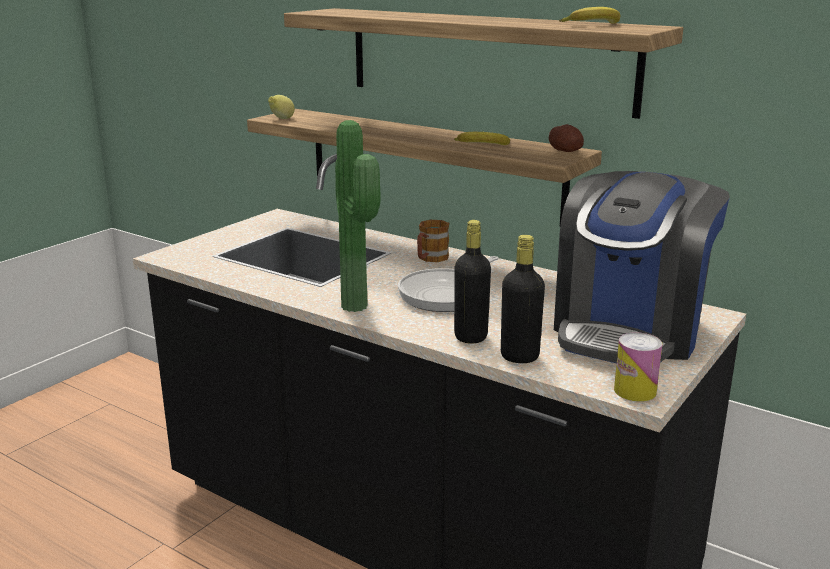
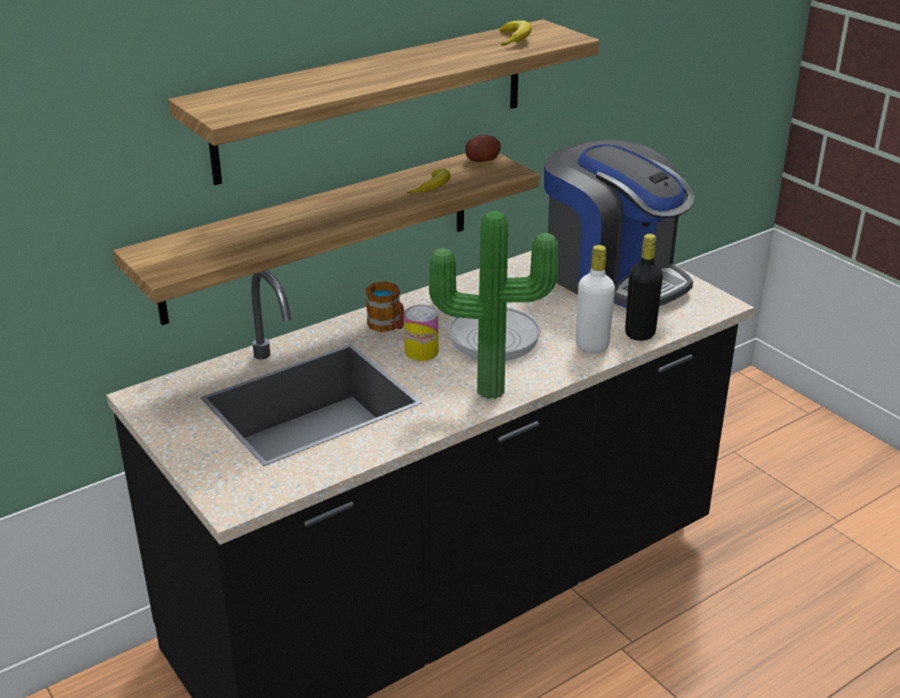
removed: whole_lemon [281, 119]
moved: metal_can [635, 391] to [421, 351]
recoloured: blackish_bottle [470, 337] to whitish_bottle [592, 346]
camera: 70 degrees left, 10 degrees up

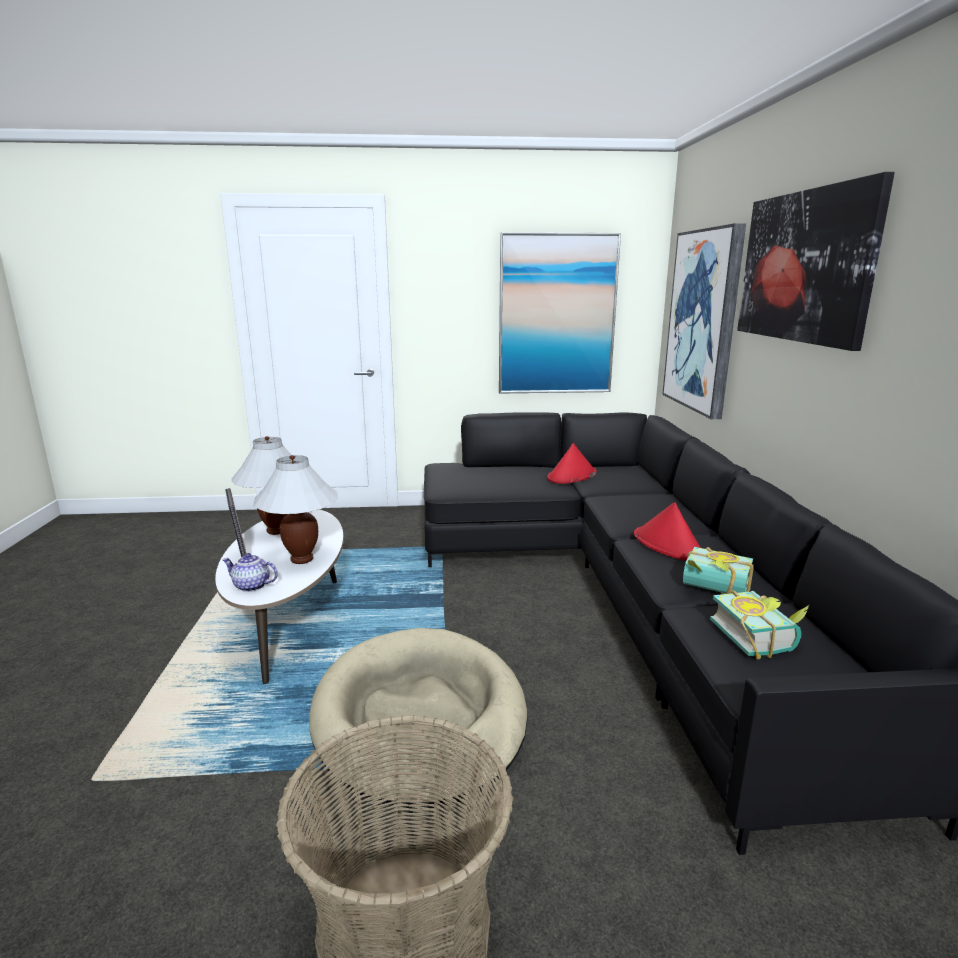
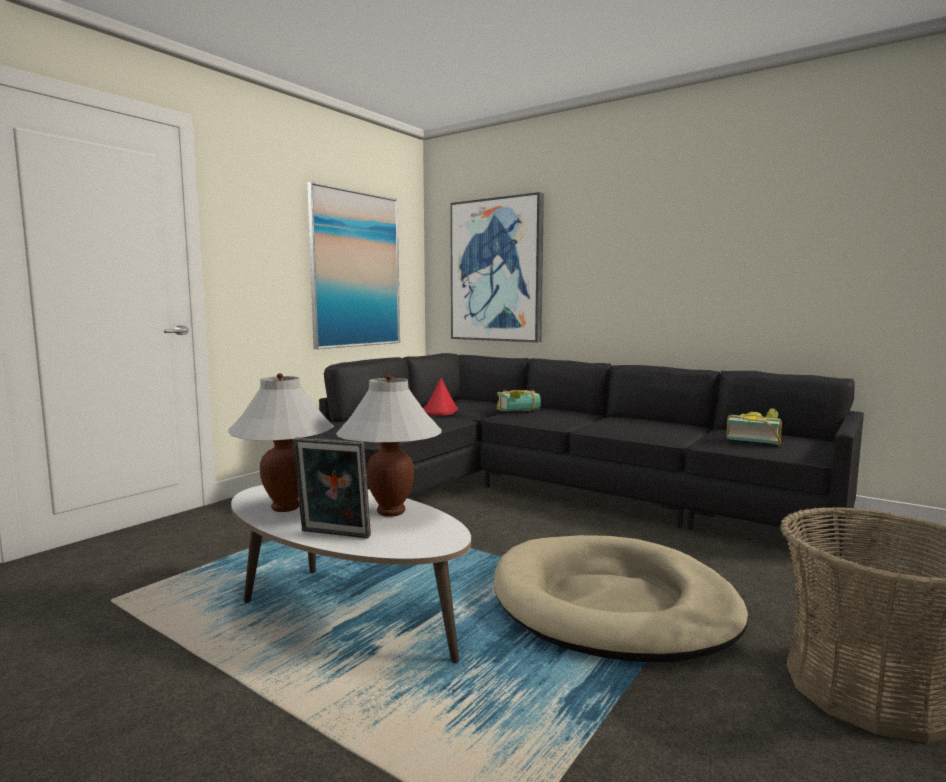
removed: tea_pot [251, 586]; red_clothing_hat [668, 545]; wall_art [804, 267]
moved: volume [714, 589] to [520, 411]
camera: 50 degrees left, 10 degrees down

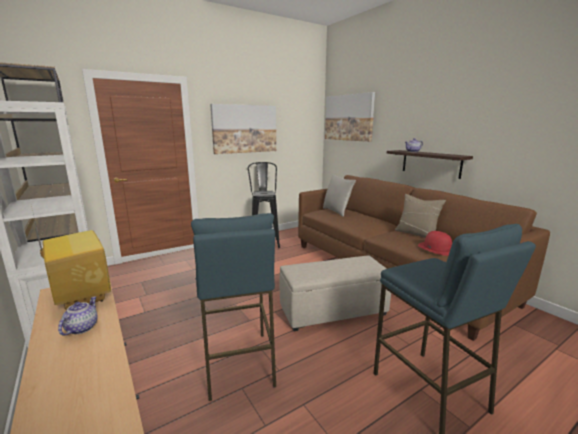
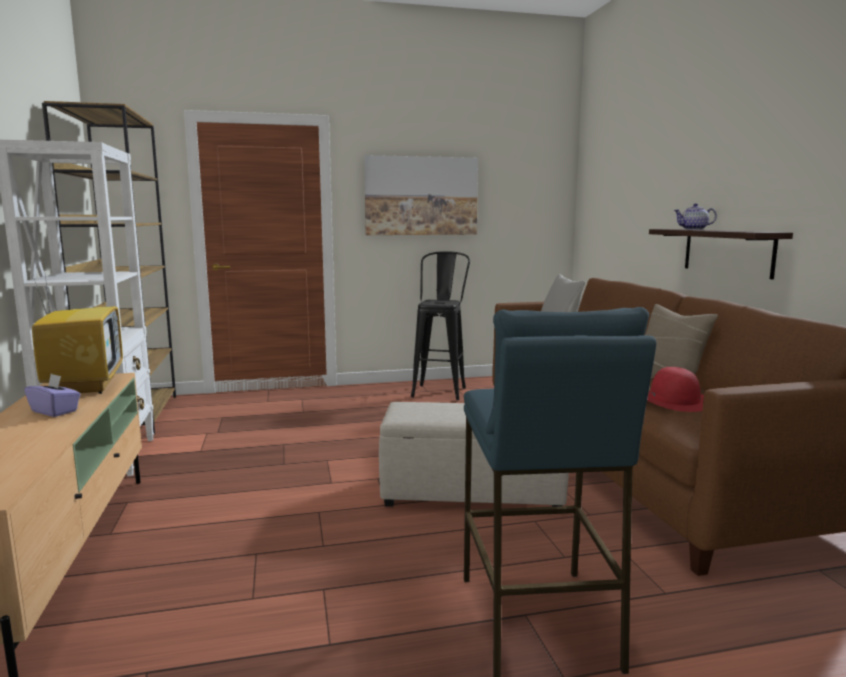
removed: blue_sitting_stool [238, 364]; wall_art [348, 117]
replaced: tea_pot [81, 328] to purplish_tissue_holder [55, 411]
camera: 20 degrees right, 5 degrees down

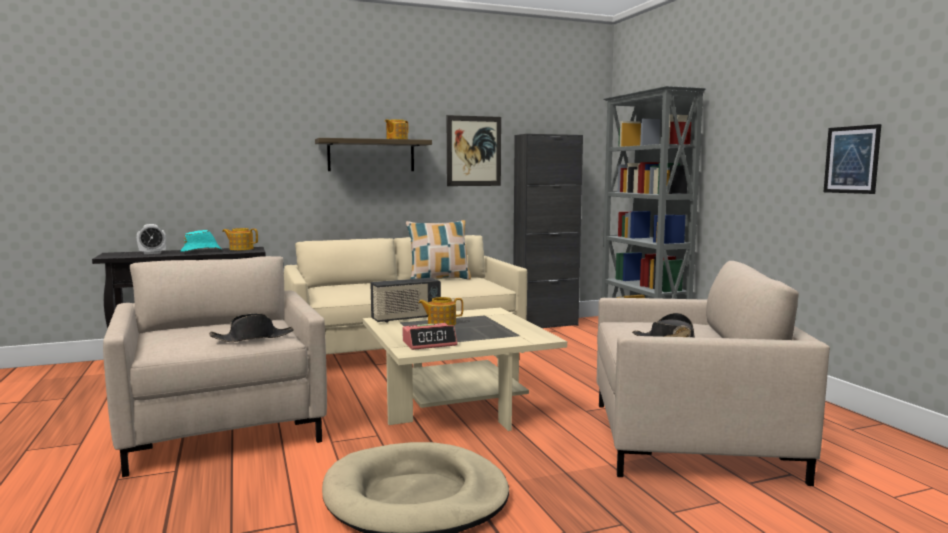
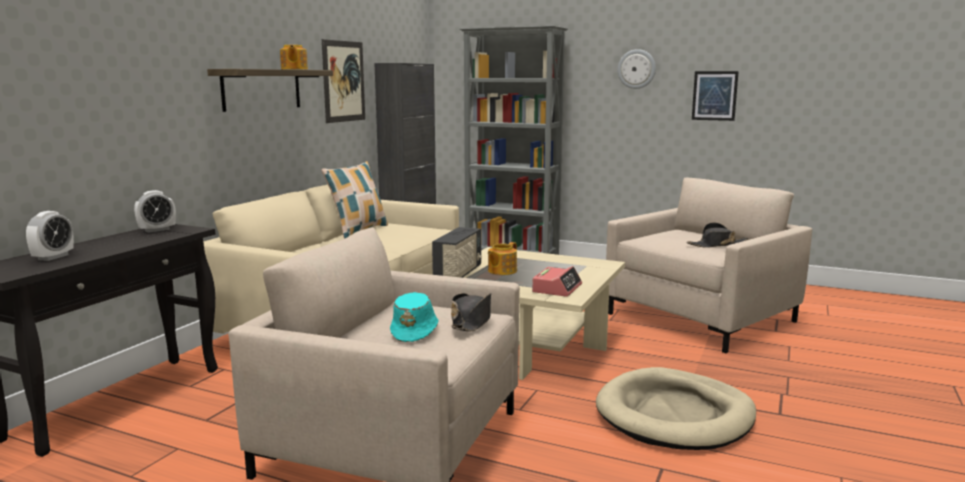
added: hanging_clock [636, 69]
moved: turquoise-coloured_clothing_hat [202, 251] to [415, 331]
replaced: tea_pot [241, 249] to bedside_clock [157, 230]
camera: 45 degrees left, 5 degrees up

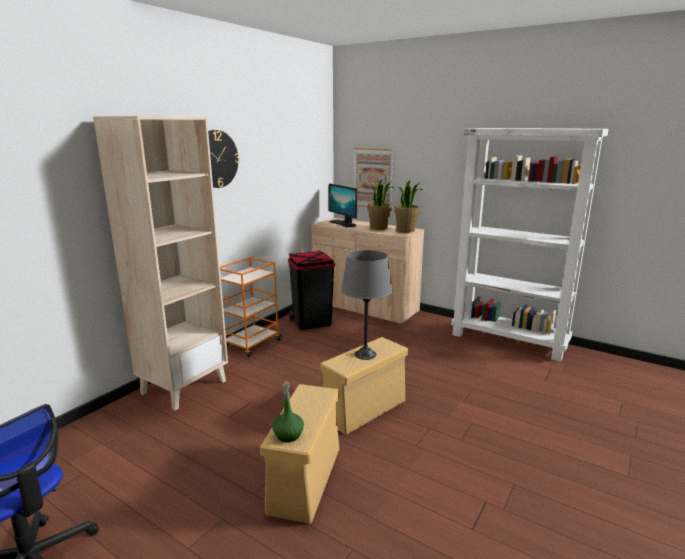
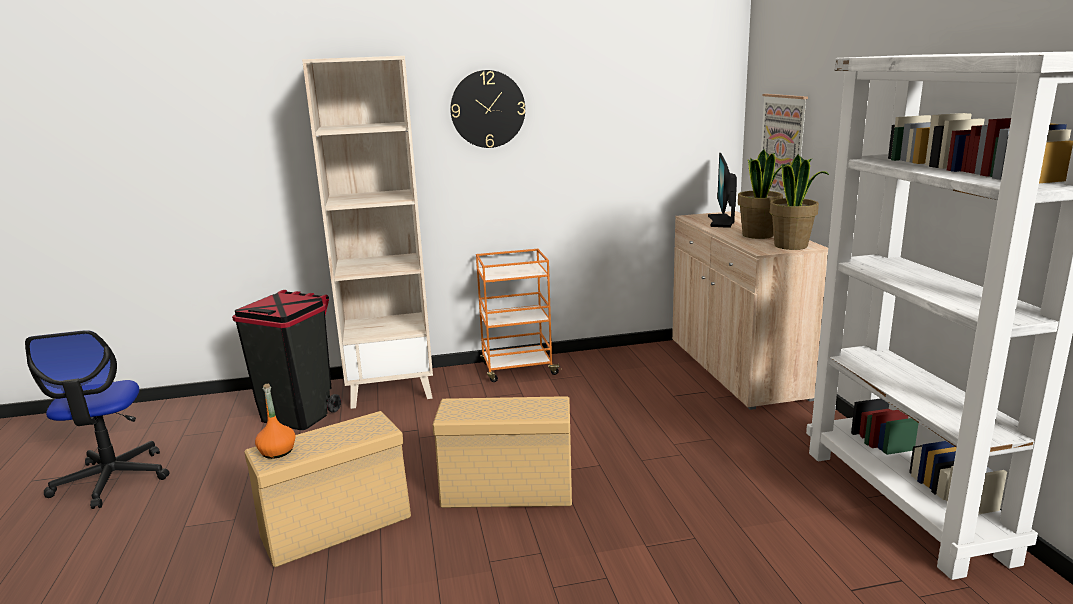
removed: gray_lamp_for_a_table [365, 354]
moved: blackish_waste_bin [312, 322] to [298, 415]
recoloured: green-coloured_bottle [288, 435] to orange_bottle [277, 451]
camera: 45 degrees right, 0 degrees up

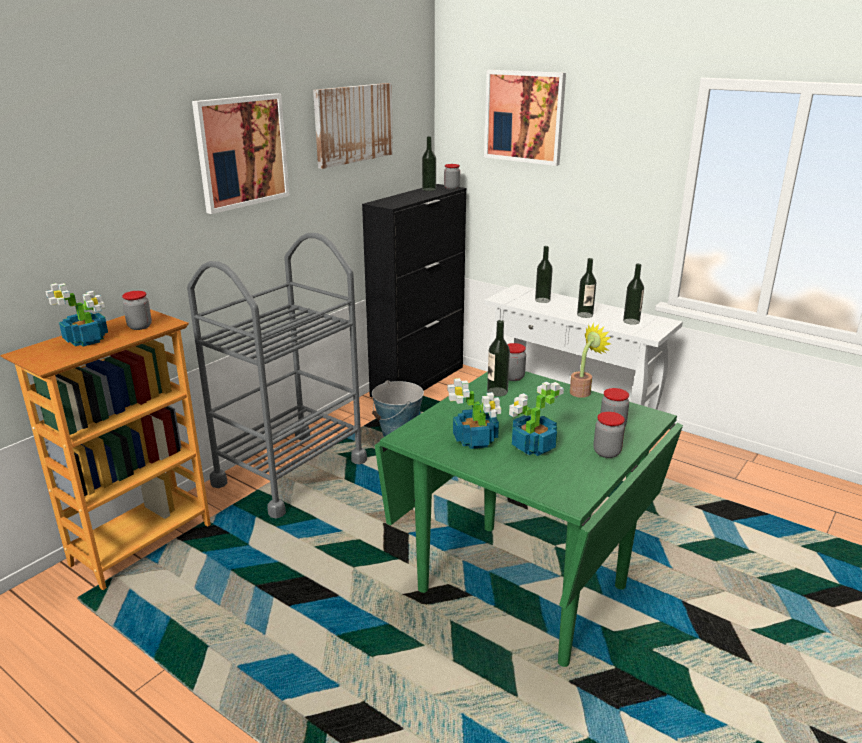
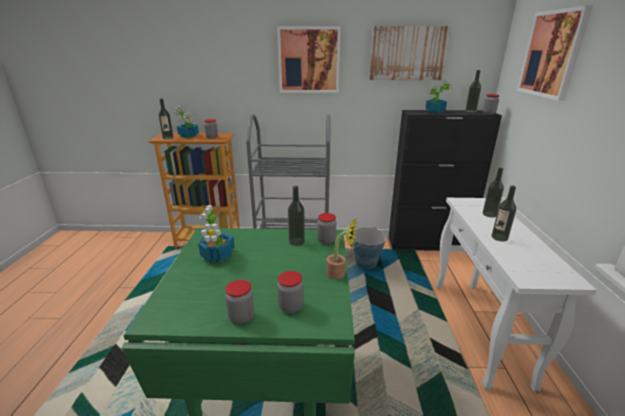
moved: houseplant [532, 446] to [434, 111]; bottle [631, 321] to [168, 138]
camera: 55 degrees right, 0 degrees up

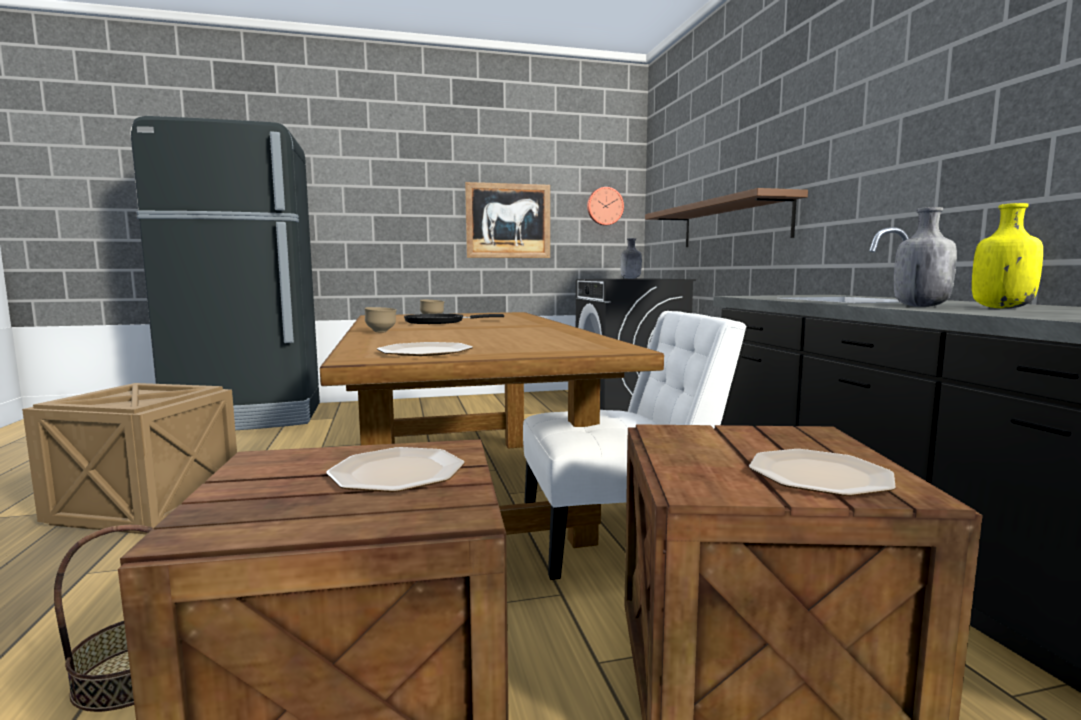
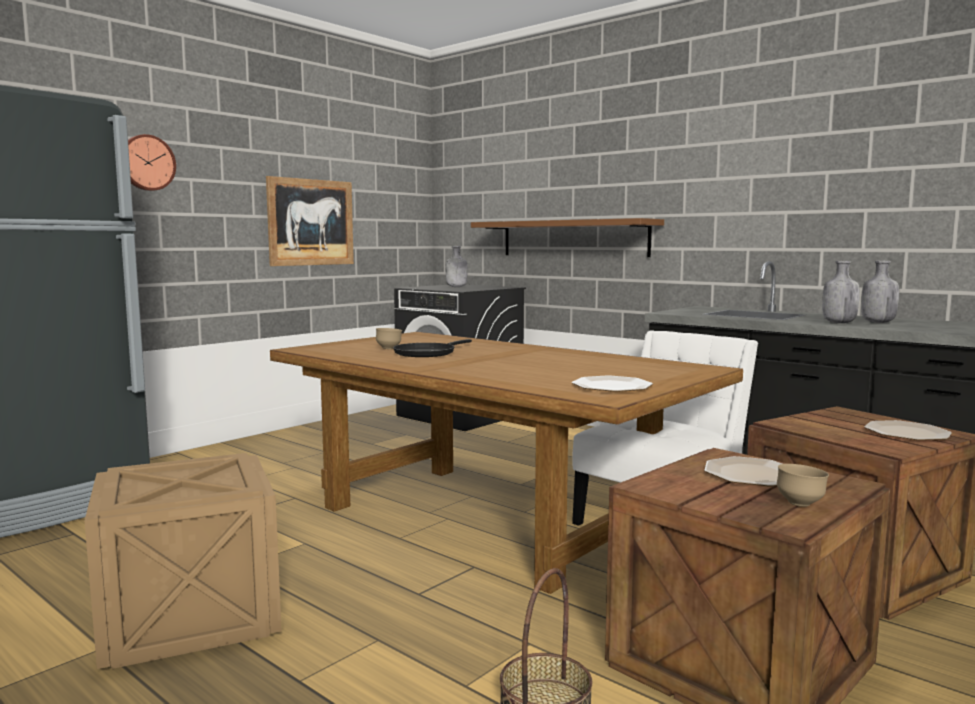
moved: brown_serving_bowl [381, 332] to [800, 504]; hanging_clock [604, 206] to [146, 163]
recoloured: yellow-coloured_bottle [1000, 308] to gray_bottle [877, 322]
camera: 35 degrees left, 0 degrees up

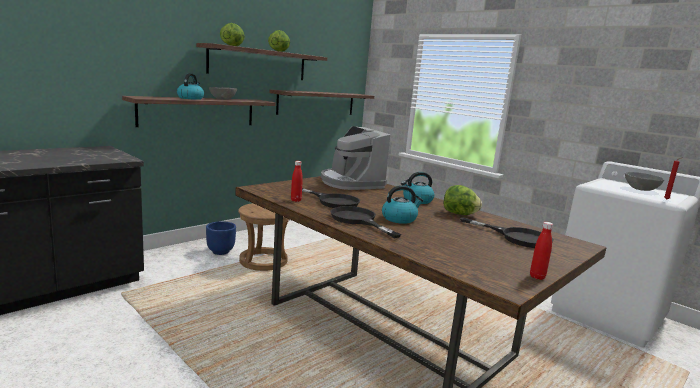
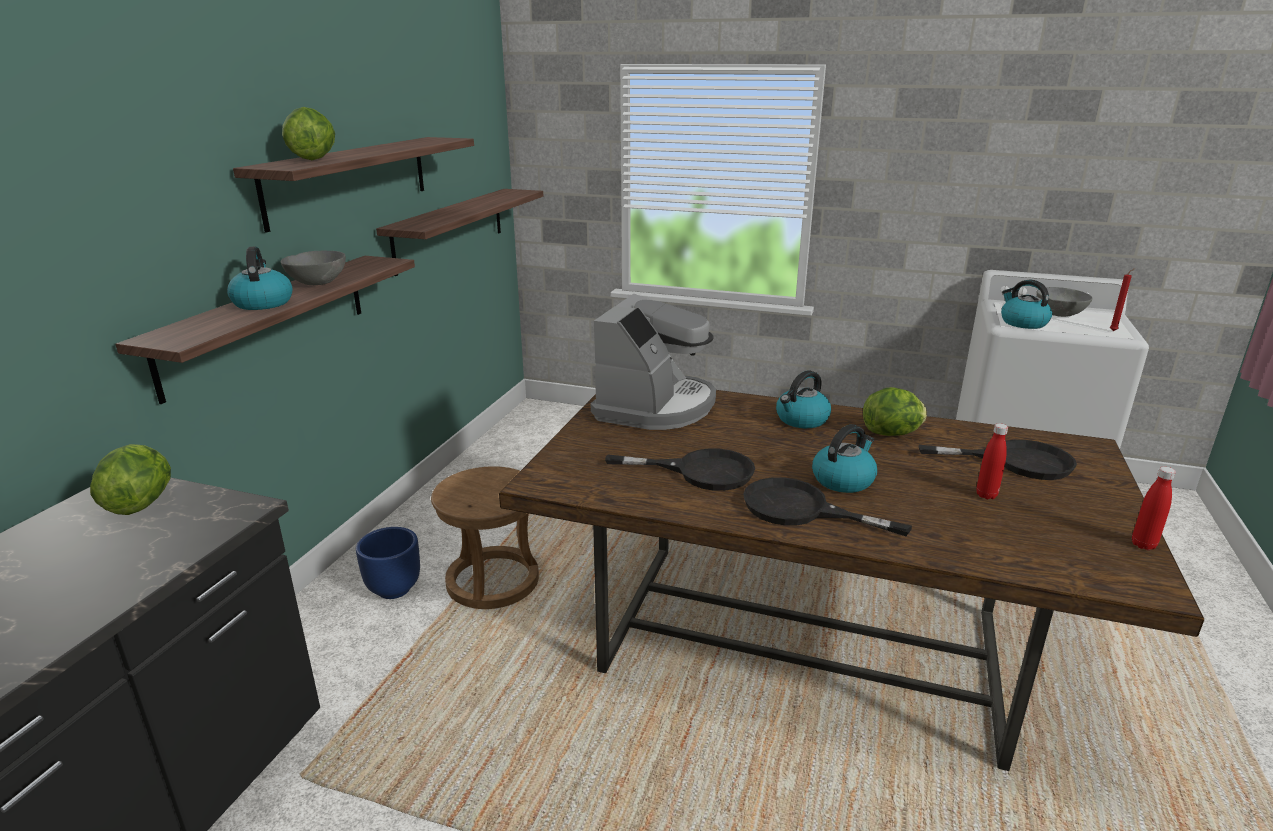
added: tea_kettle [1022, 323]
moved: head_of_lettuce [279, 51] to [141, 503]; red_bottle [296, 200] to [986, 495]
turned: coffee_brewer [351, 182] = [655, 406] 105 degrees counterclockwise
camera: 25 degrees left, 10 degrees up

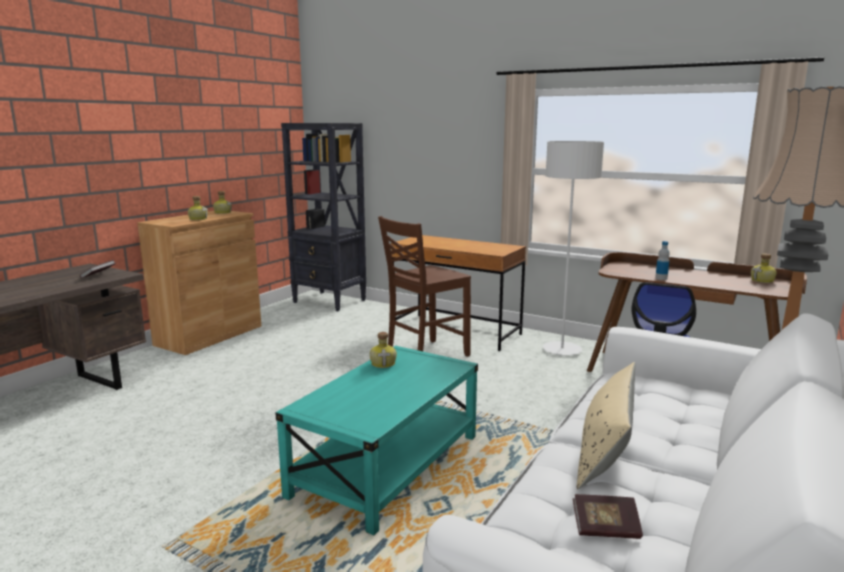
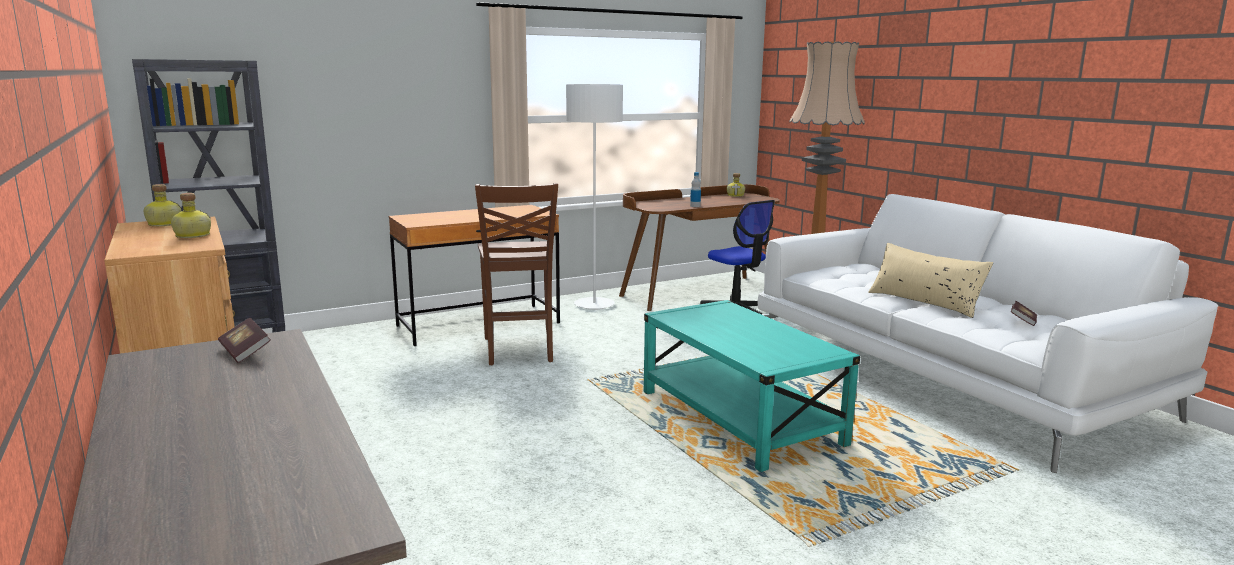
removed: bottle [384, 363]
camera: 60 degrees left, 0 degrees up

